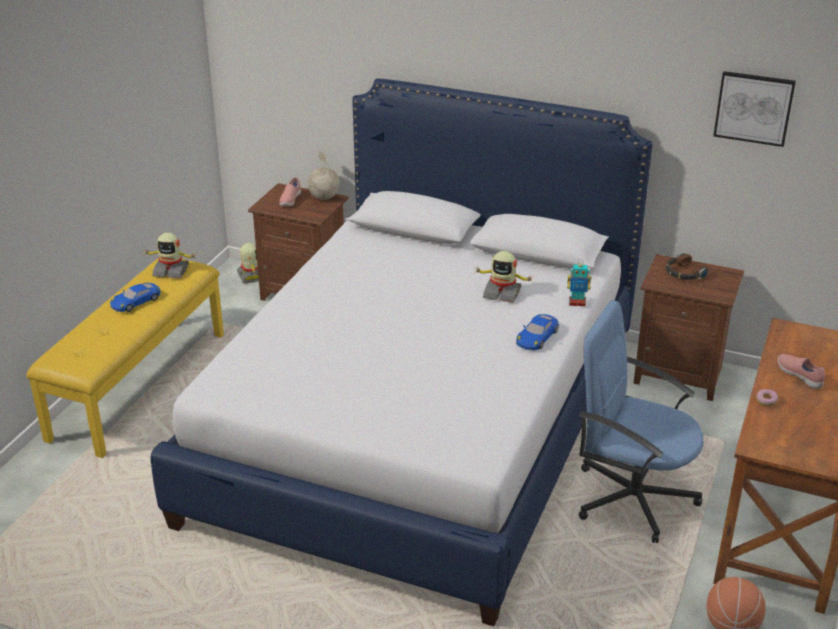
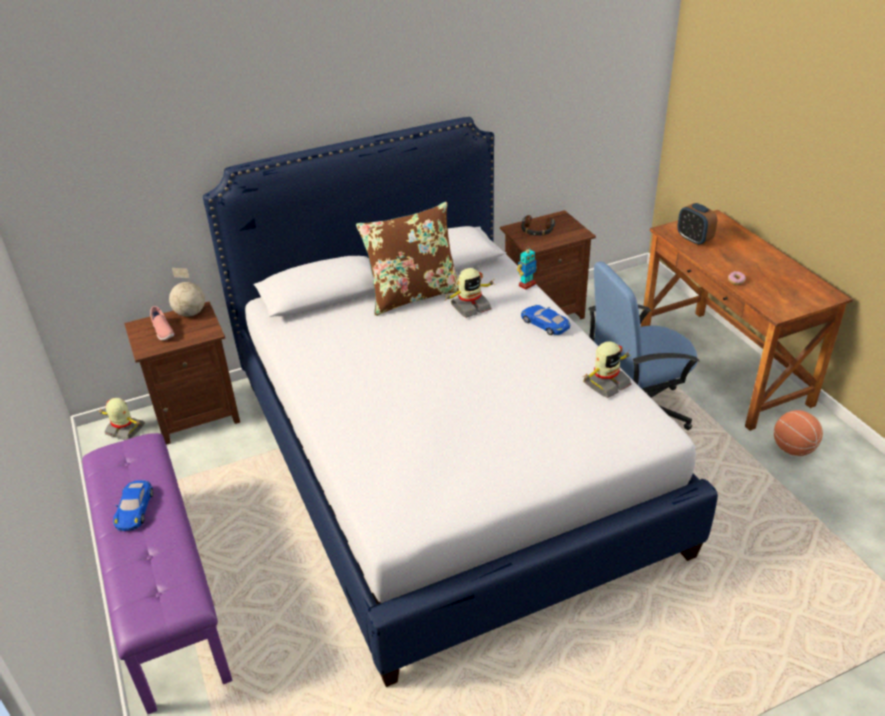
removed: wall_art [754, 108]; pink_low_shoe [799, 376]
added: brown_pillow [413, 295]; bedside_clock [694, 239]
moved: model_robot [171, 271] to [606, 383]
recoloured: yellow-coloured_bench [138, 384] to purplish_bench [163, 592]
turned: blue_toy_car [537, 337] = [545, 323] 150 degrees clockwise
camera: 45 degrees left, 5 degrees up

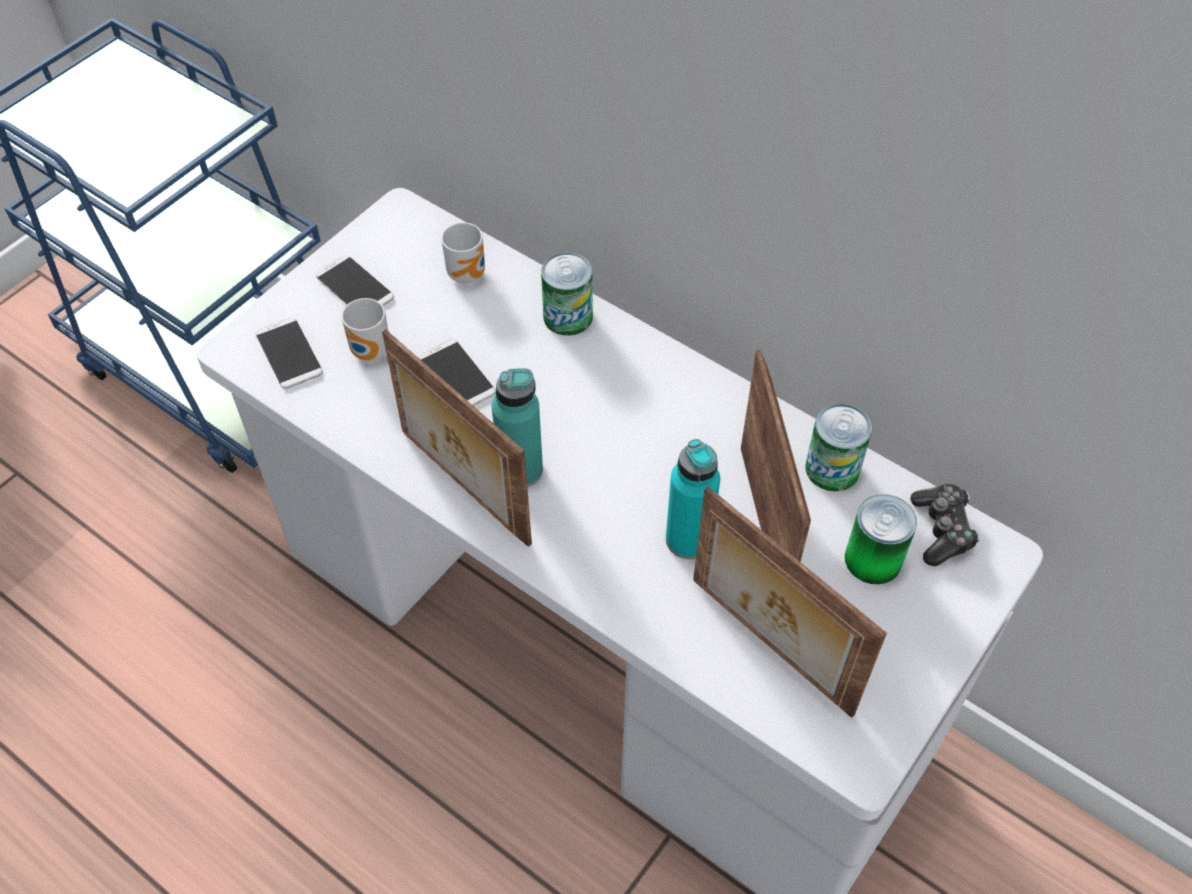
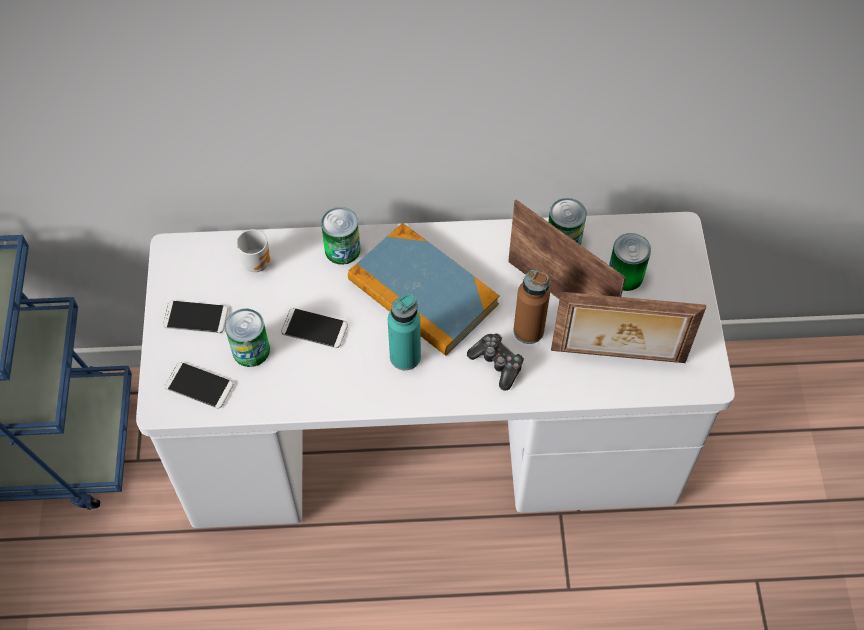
removed: photo_frame [462, 487]
added: volume [422, 293]
moved: game_controller [942, 530] to [497, 363]
replaced: mug [373, 354] to metal_can [251, 350]
recoloured: turquoise-coloured_bottle [688, 539] to brown_bottle [528, 331]
camera: 40 degrees left, 5 degrees up

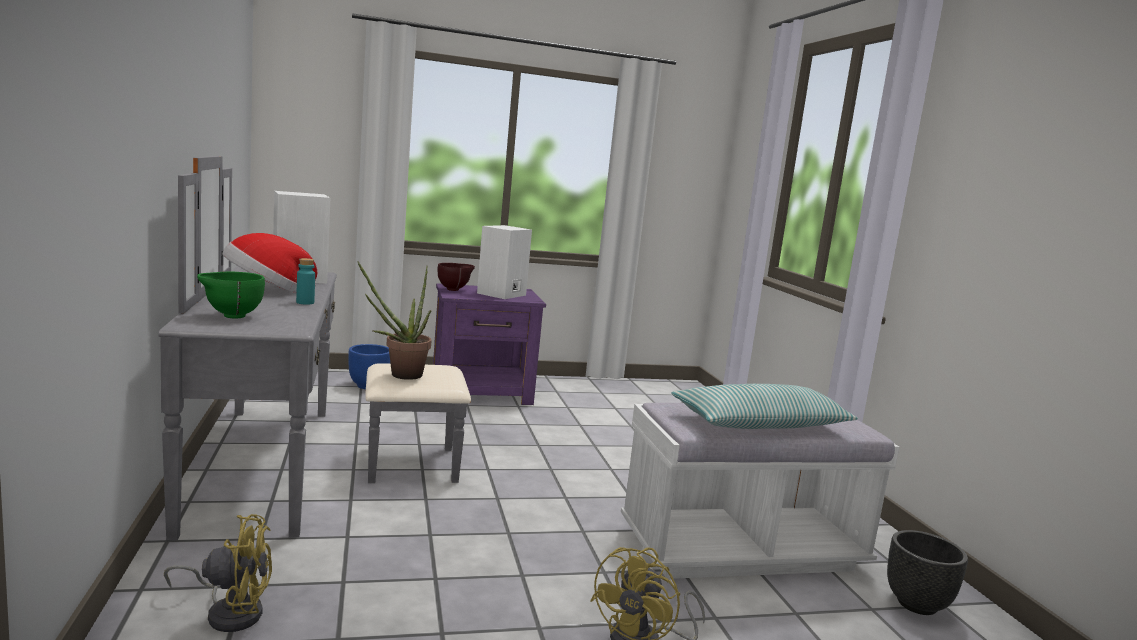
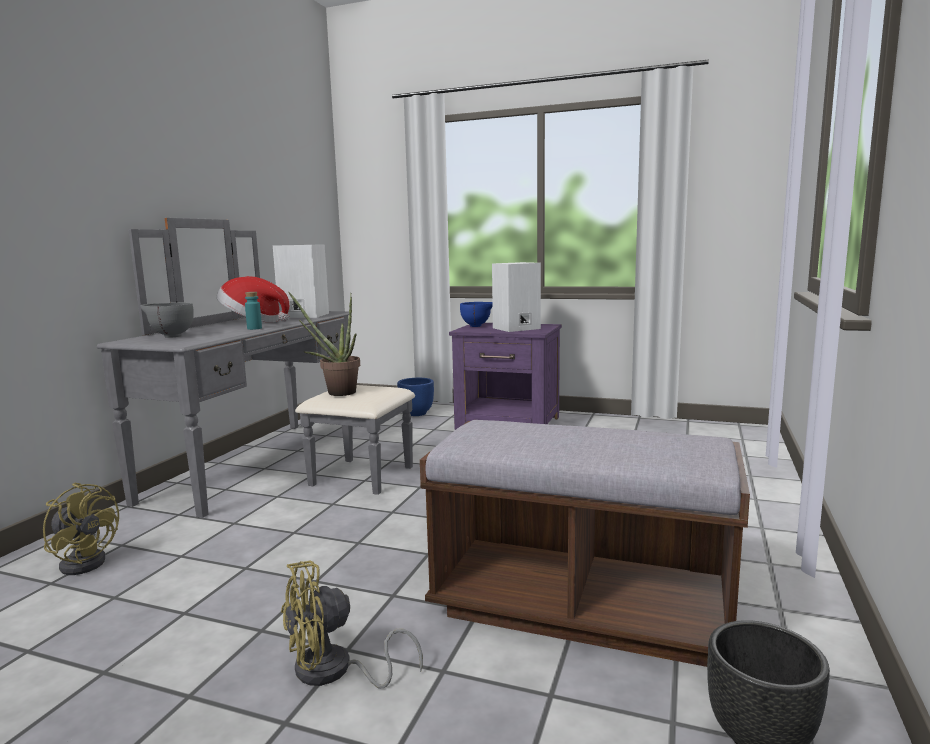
removed: pillow [760, 424]
recoloured: green-coloured_serving_bowl [231, 316] to gray_serving_bowl [170, 336]; brown_serving_bowl [454, 289] to blue_serving_bowl [477, 326]; whitish_bench [741, 550] to brown_bench [580, 607]
camera: 35 degrees right, 0 degrees up

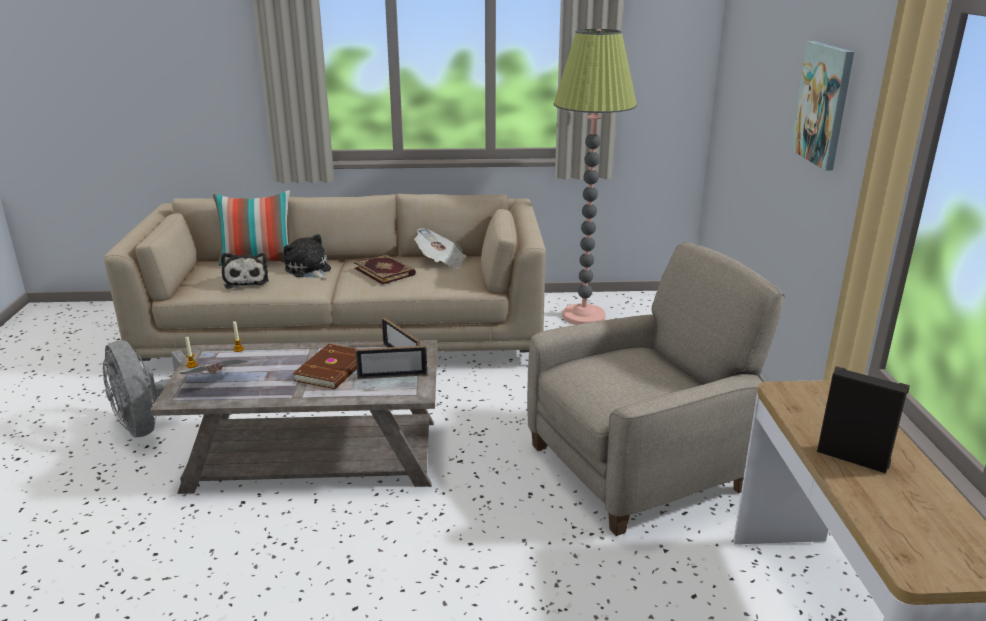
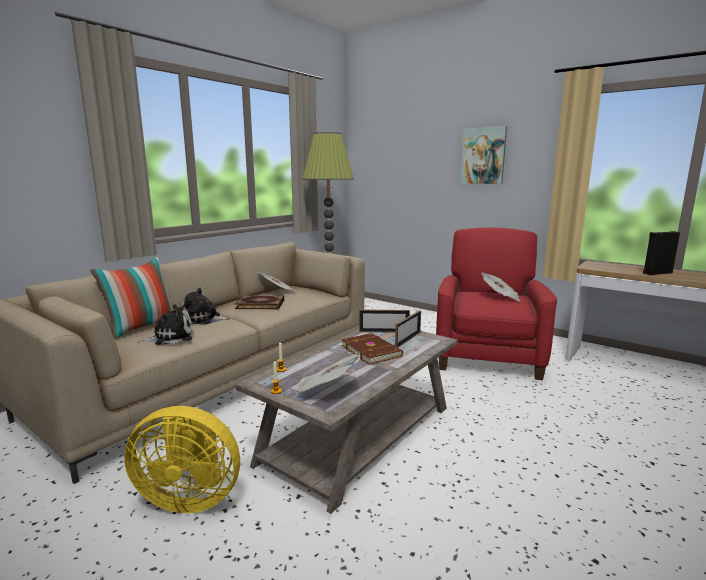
added: printed_paper [500, 297]
recoloured: gray_fan [150, 425] to yellow-coloured_fan [190, 497]; beige_lounge_chair [638, 466] to red_lounge_chair [488, 355]
turned: plush_toy [246, 280] = [170, 337] 45 degrees counterclockwise
camera: 50 degrees left, 10 degrees down

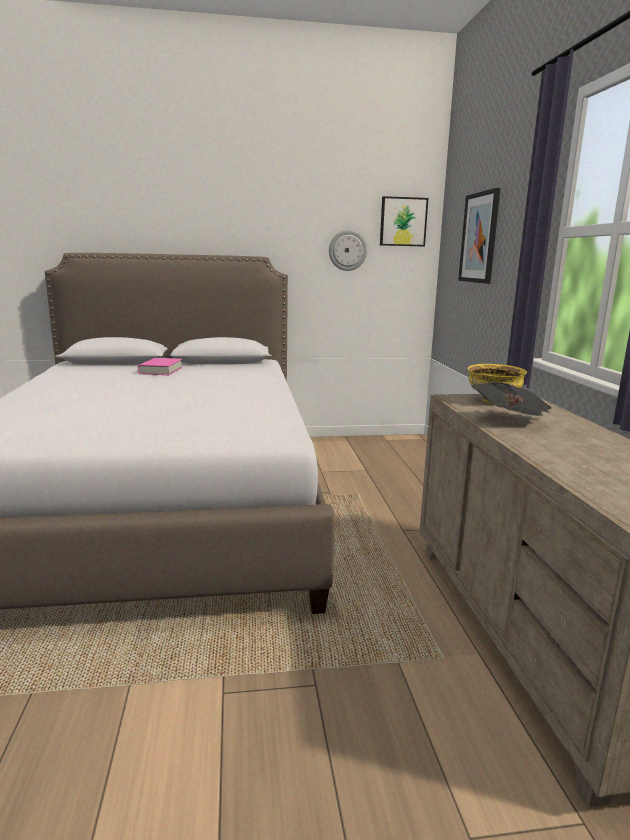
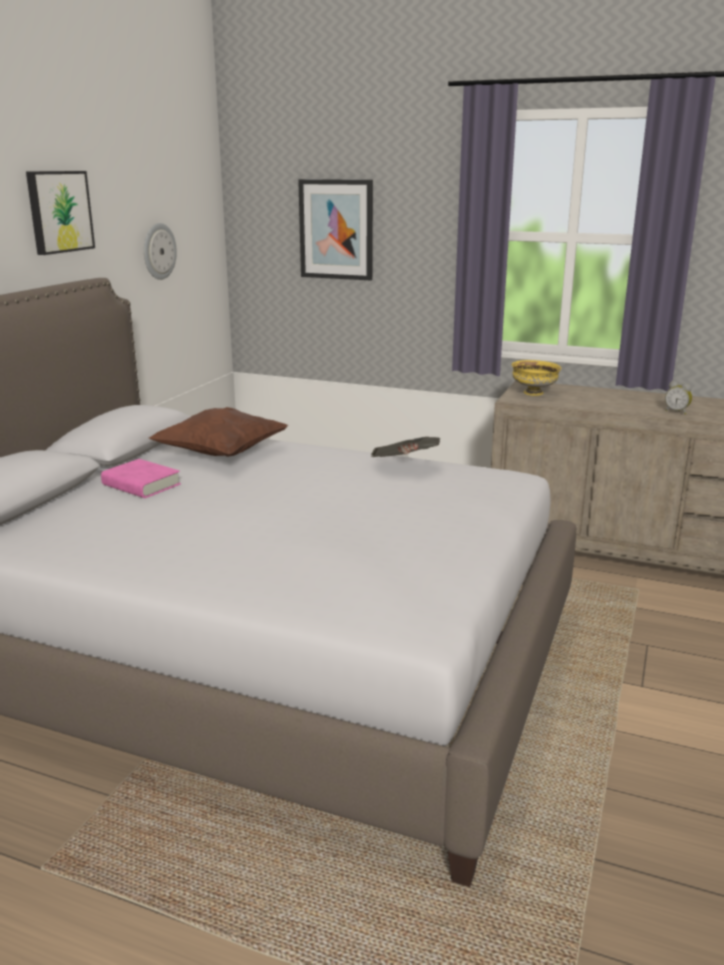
added: brown_pillow [221, 454]; bedside_clock [677, 412]
moved: wall_art [403, 222] to [59, 211]; printed_paper [511, 421] to [404, 466]
camera: 60 degrees left, 5 degrees up

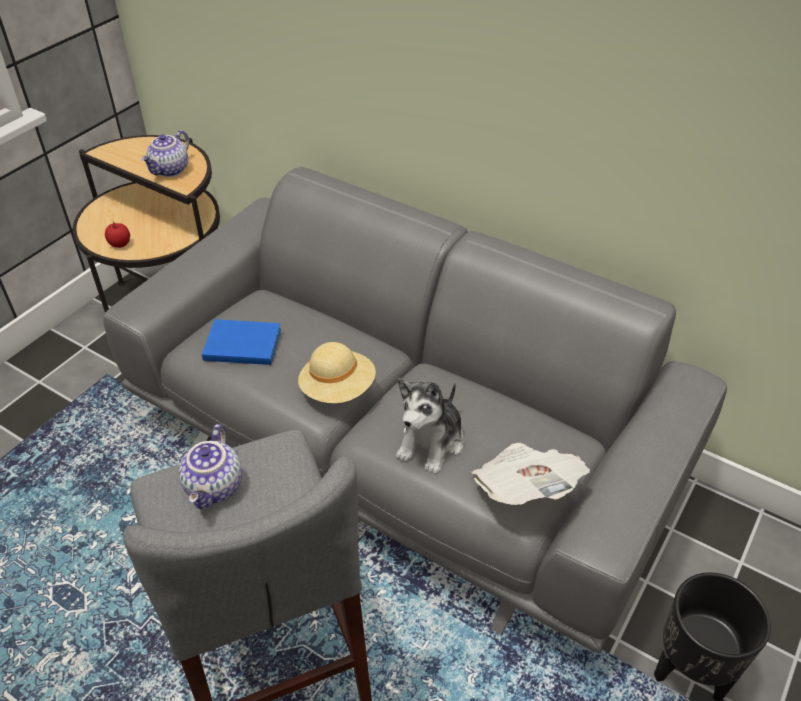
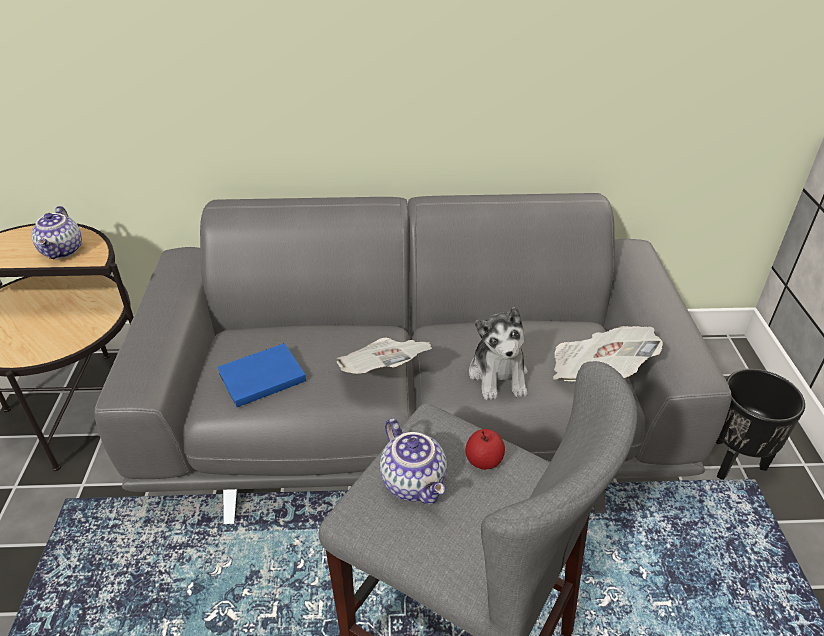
moved: apple_fruit [120, 244] to [483, 461]
replaced: beige_clothing_hat [338, 389] to printed_paper [383, 372]
camera: 35 degrees left, 5 degrees down

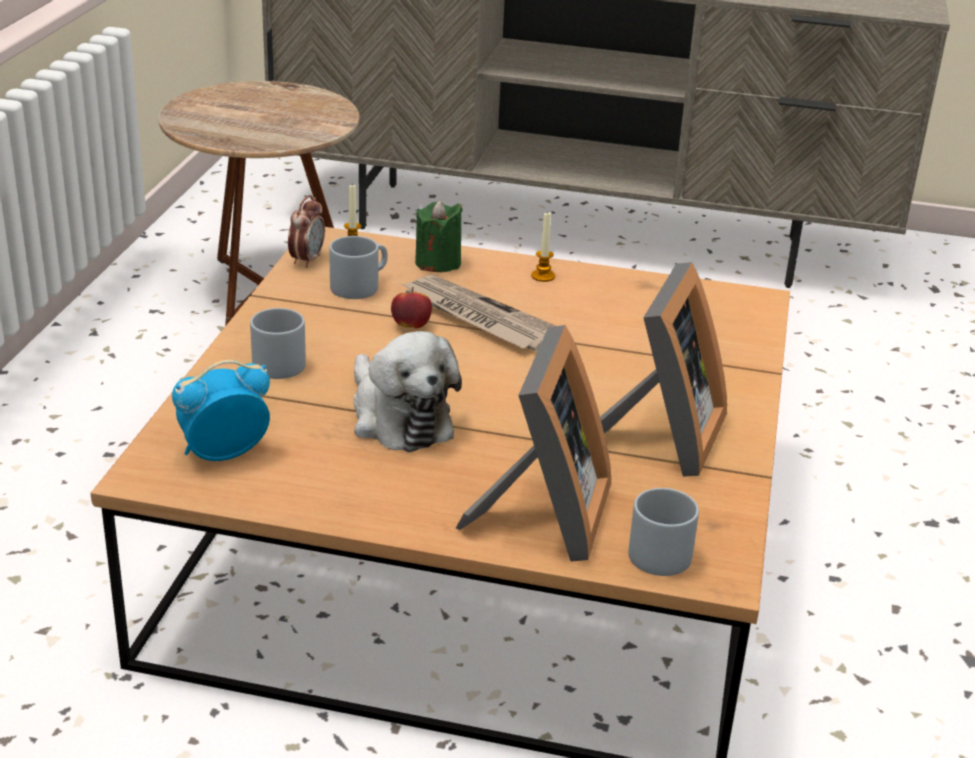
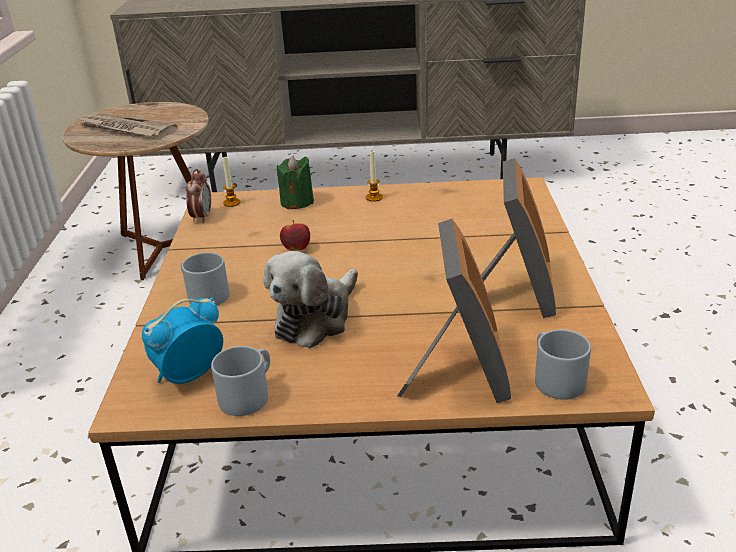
moved: gray_mug [360, 285] to [248, 394]; printed_paper [478, 318] to [125, 129]
turned: plush_toy [398, 418] = [315, 318] 75 degrees clockwise
camera: 10 degrees left, 0 degrees up

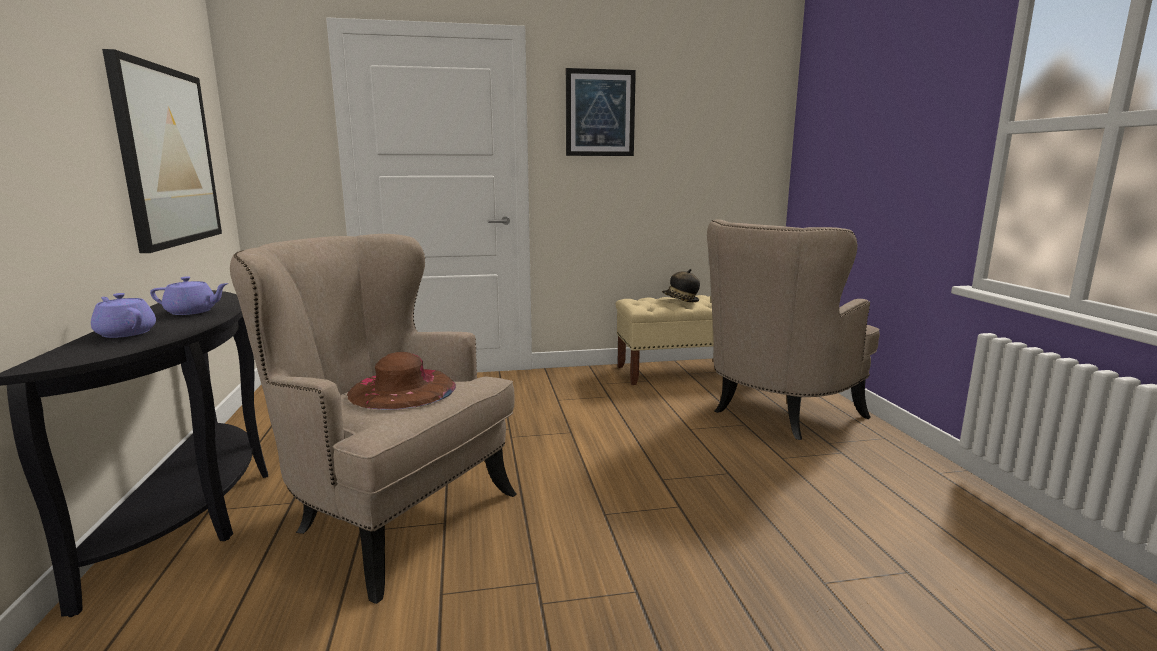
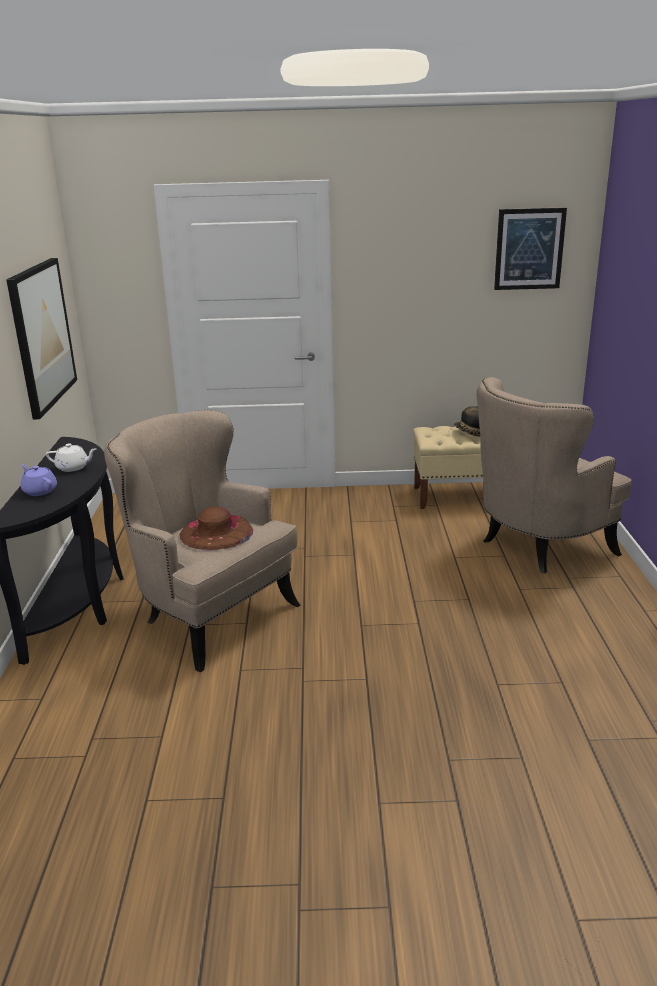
moved: wall_art [600, 113] to [529, 249]
recoloured: purplish_tea_pot [192, 312] to whitish_tea_pot [73, 467]
camera: 10 degrees right, 10 degrees up

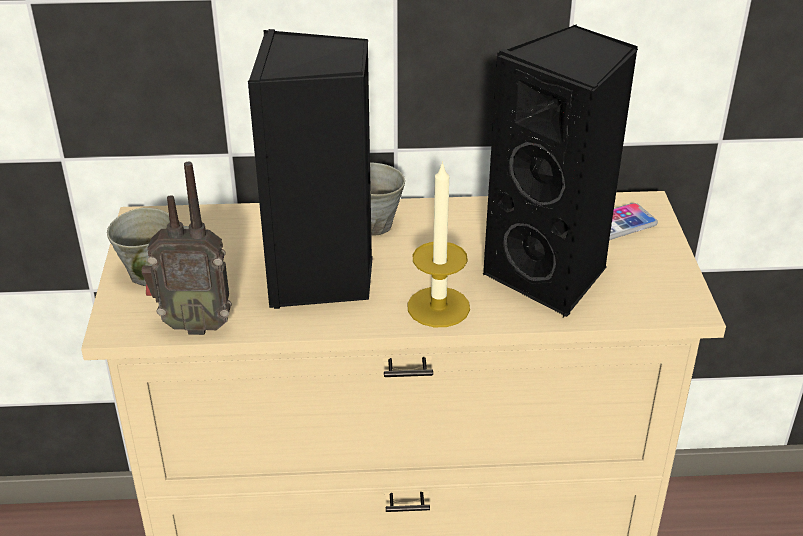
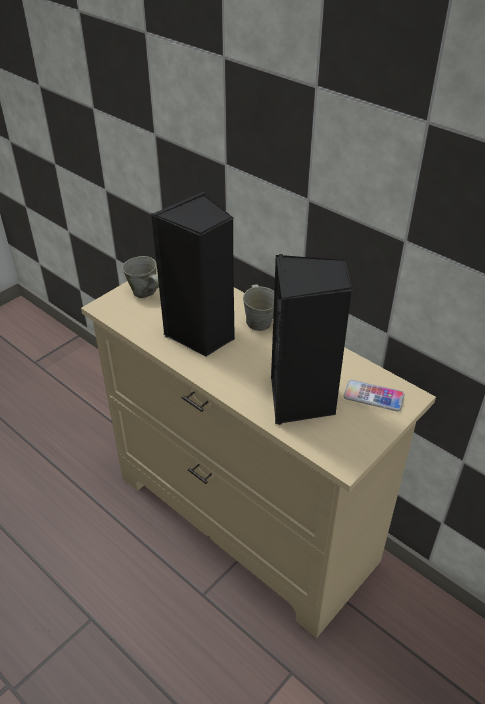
removed: radio [195, 324]; candle [438, 307]
camera: 45 degrees right, 5 degrees up

